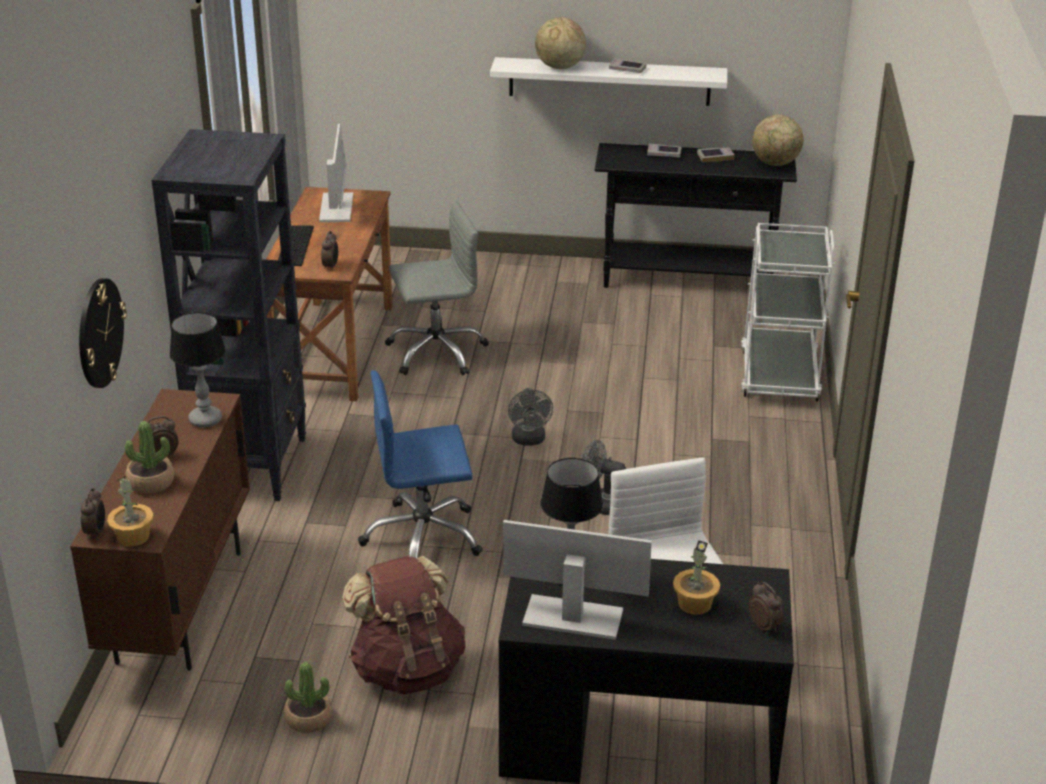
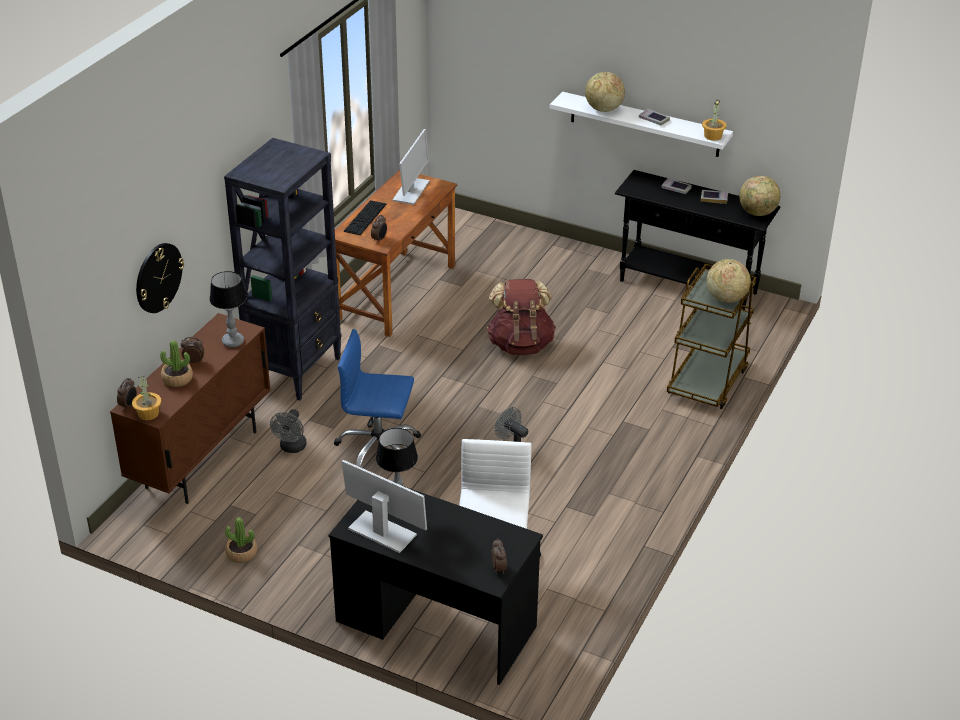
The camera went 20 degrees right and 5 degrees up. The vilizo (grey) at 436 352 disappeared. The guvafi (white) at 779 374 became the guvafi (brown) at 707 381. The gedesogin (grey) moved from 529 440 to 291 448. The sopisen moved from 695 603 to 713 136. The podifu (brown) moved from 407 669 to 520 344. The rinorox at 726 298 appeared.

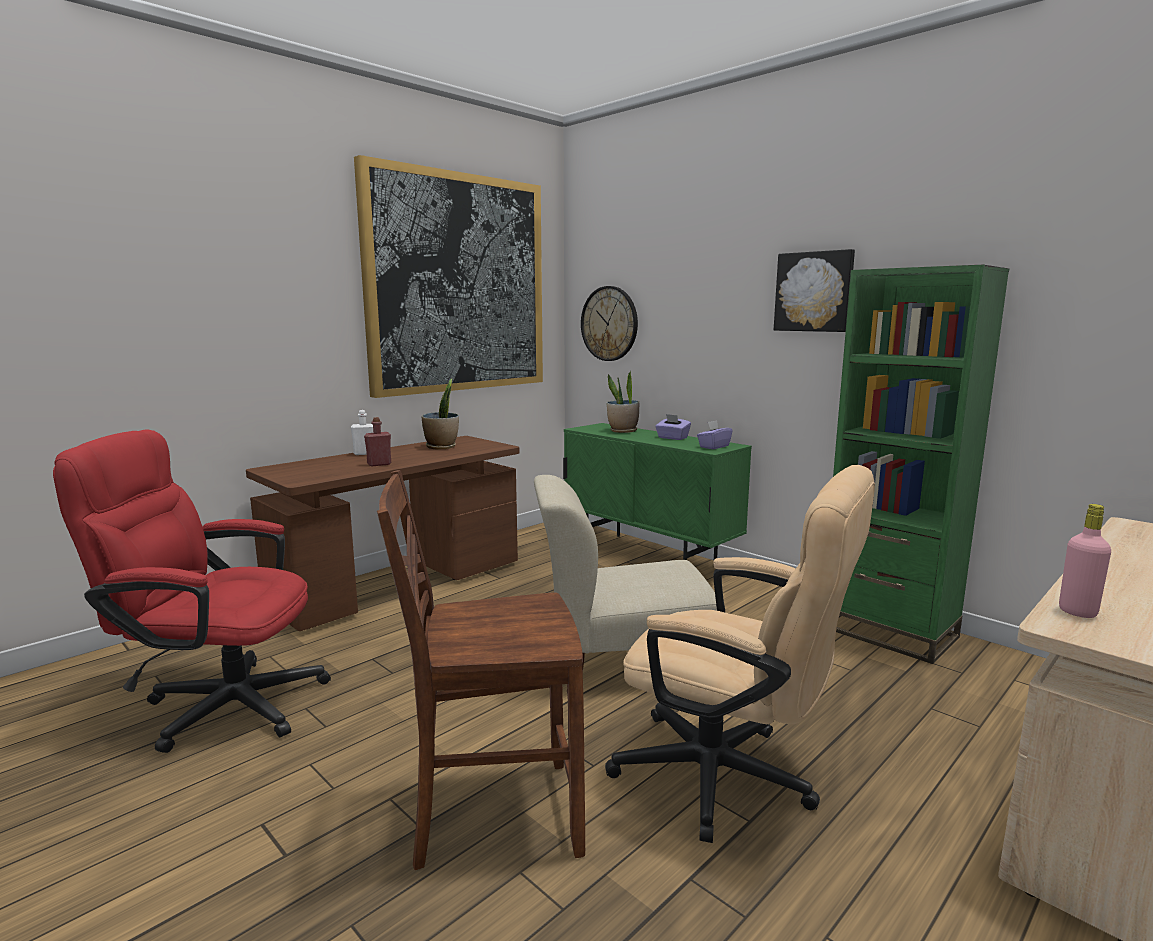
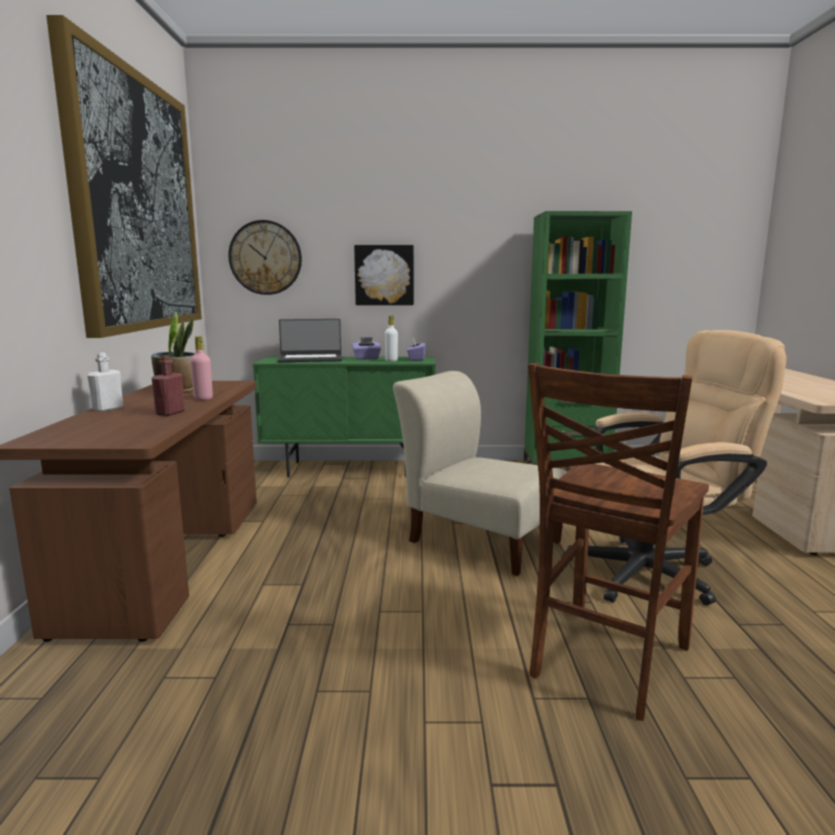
The camera went 45 degrees left and 0 degrees up. The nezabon moved from 814 292 to 384 275. The sopisen at 623 431 was replaced by the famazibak at 310 359. The vilizo (red) at 219 704 disappeared. The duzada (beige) at 621 662 turned 90 degrees clockwise. The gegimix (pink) moved from 1077 612 to 203 398. The gegimix (white) at 391 360 appeared.

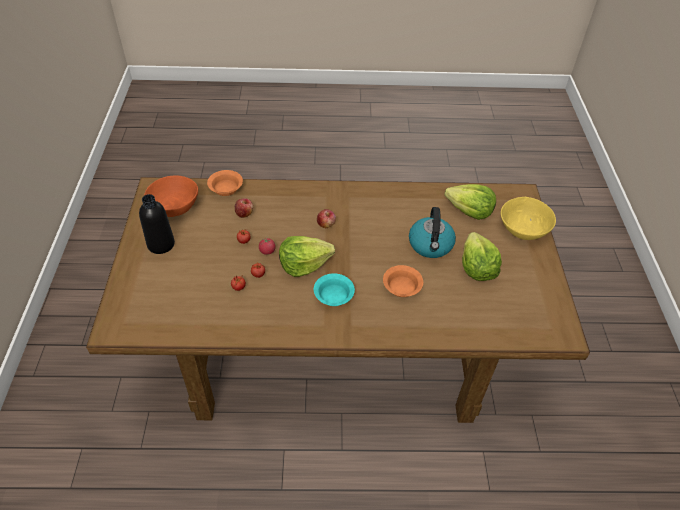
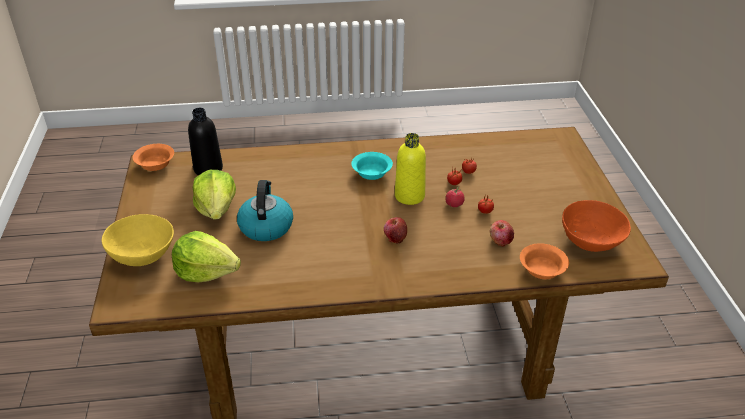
The camera went 175 degrees right and 10 degrees down. The gegimix (black) moved from 161 244 to 208 169. The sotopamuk at 304 264 was replaced by the gegimix (yellow) at 409 196. The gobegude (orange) moved from 402 287 to 155 165.

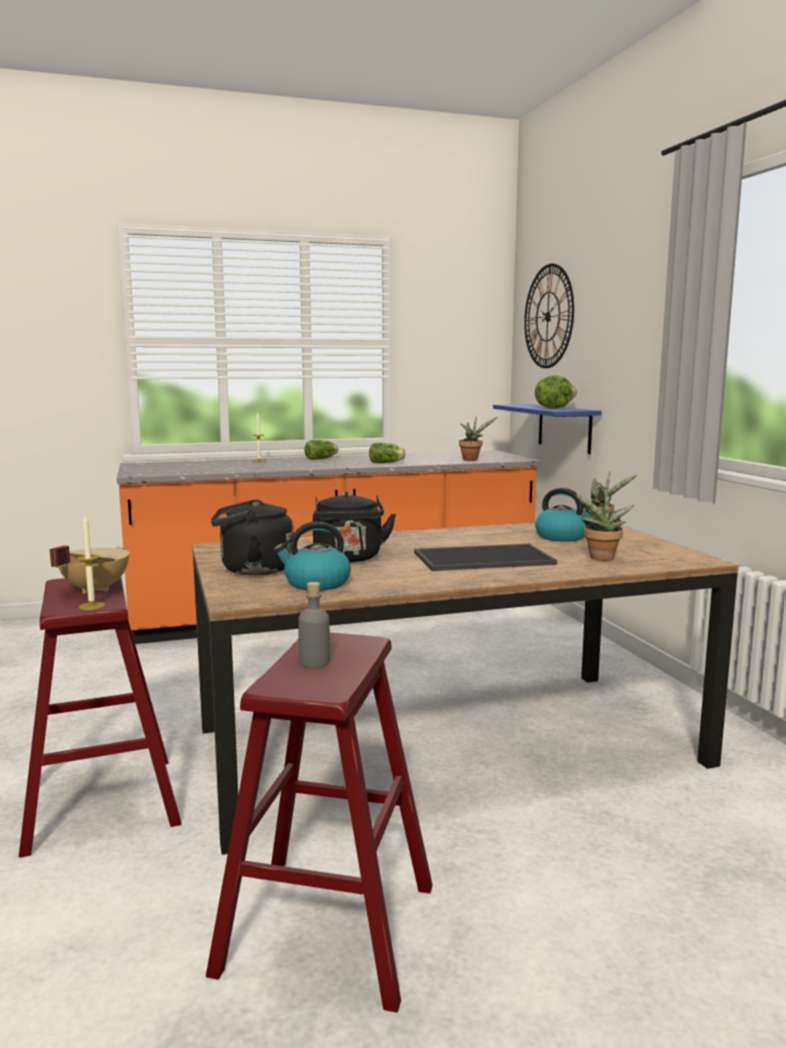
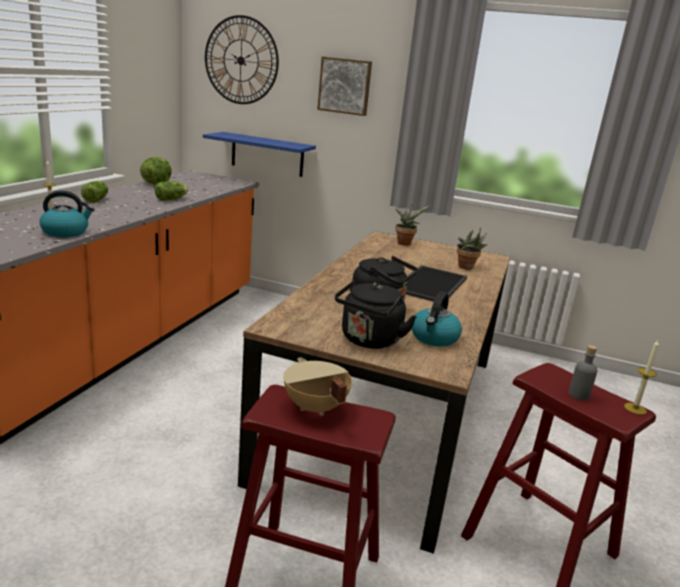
The camera went 55 degrees left and 10 degrees up. The sotopamuk moved from 553 408 to 156 184. The sopisen at 472 459 disappeared. The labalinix moved from 562 537 to 66 232. The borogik moved from 92 606 to 635 408. The nezabon at 345 86 appeared.

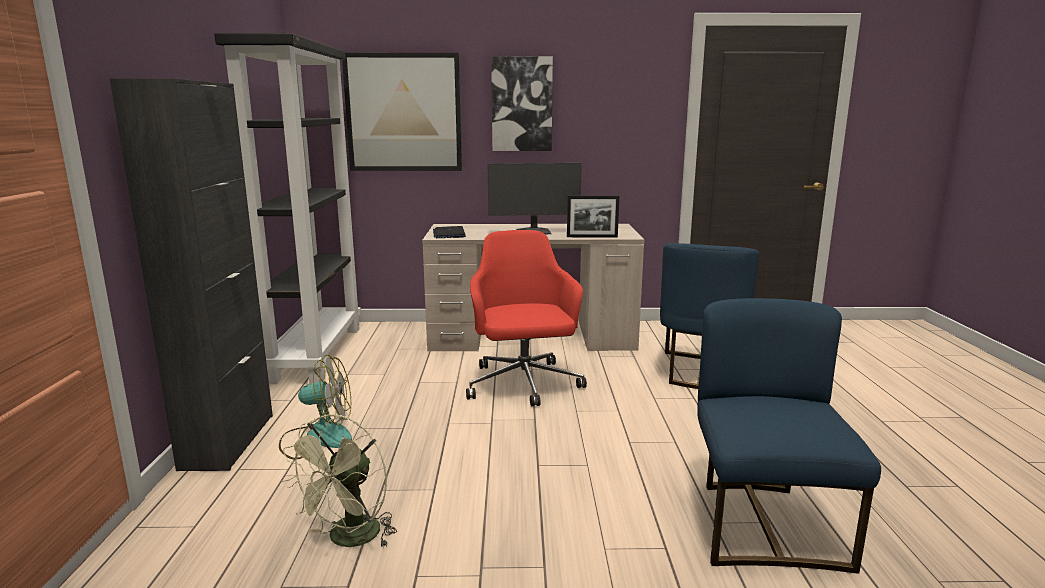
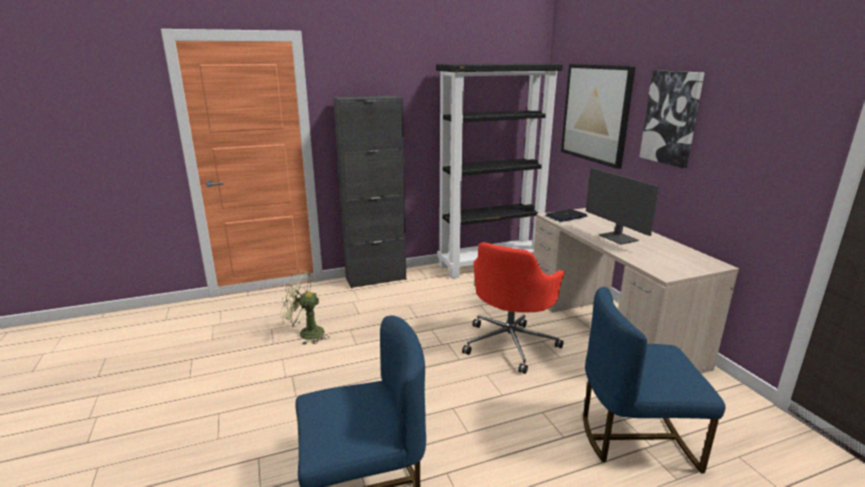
The camera went 70 degrees right and 5 degrees up. The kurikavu at 592 237 disappeared. The vilizo (red) at 523 384 turned 150 degrees clockwise. The gedesogin at 318 437 disappeared.

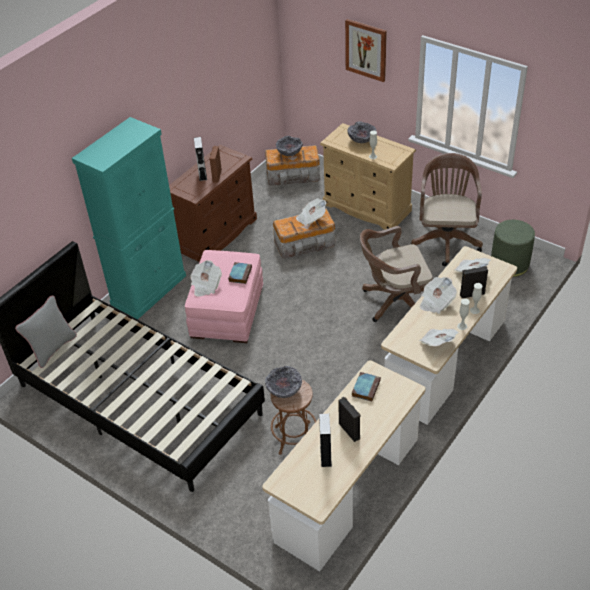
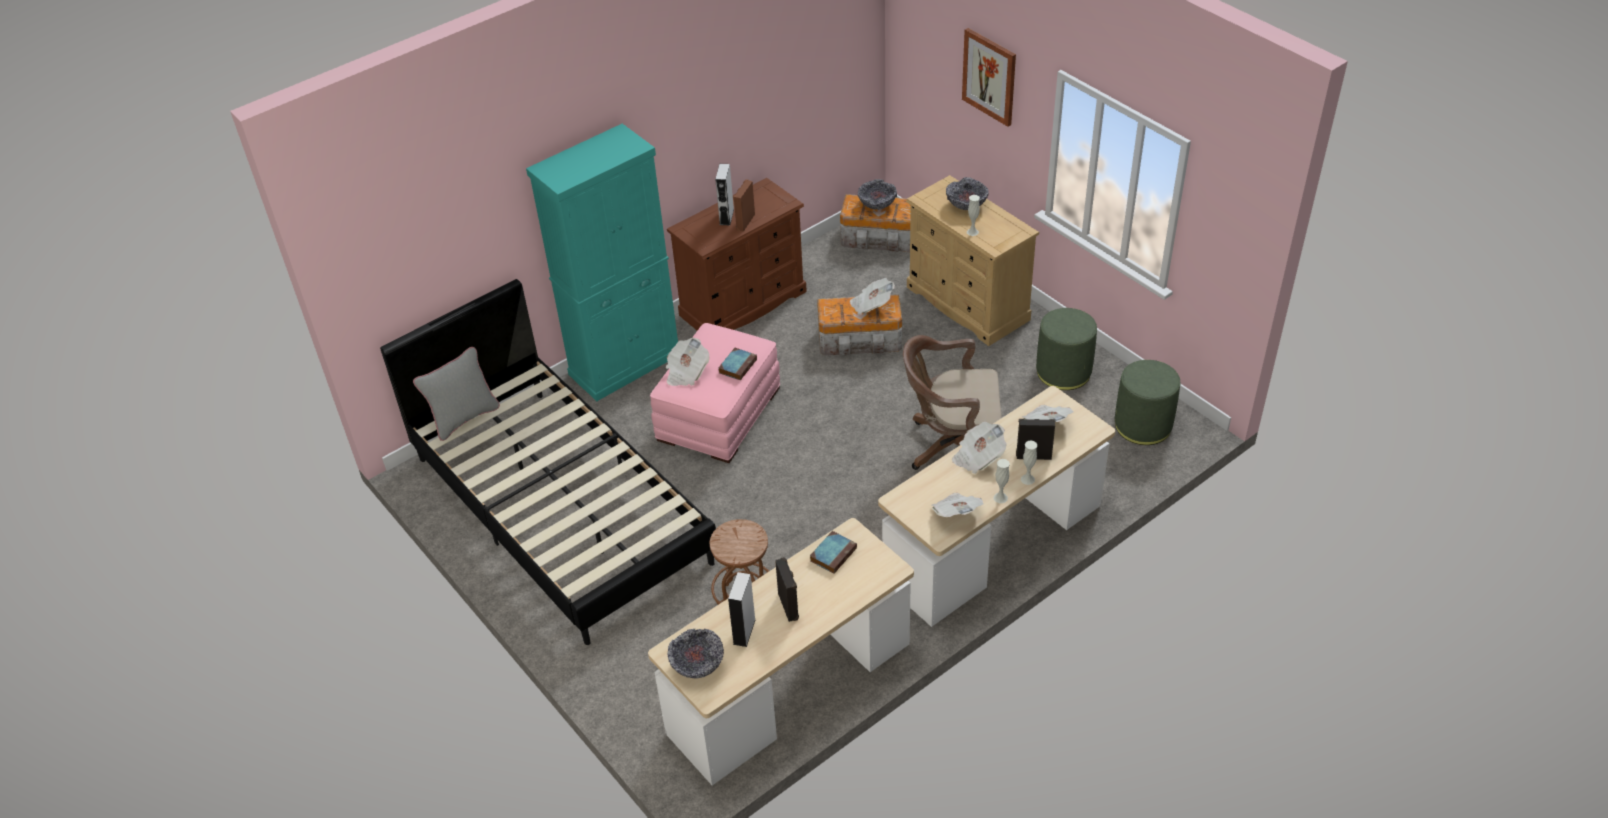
The camera went 15 degrees right and 0 degrees up. The vilizo (brown) at 446 239 was replaced by the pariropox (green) at 1063 371. The gobegude moved from 284 391 to 697 666.

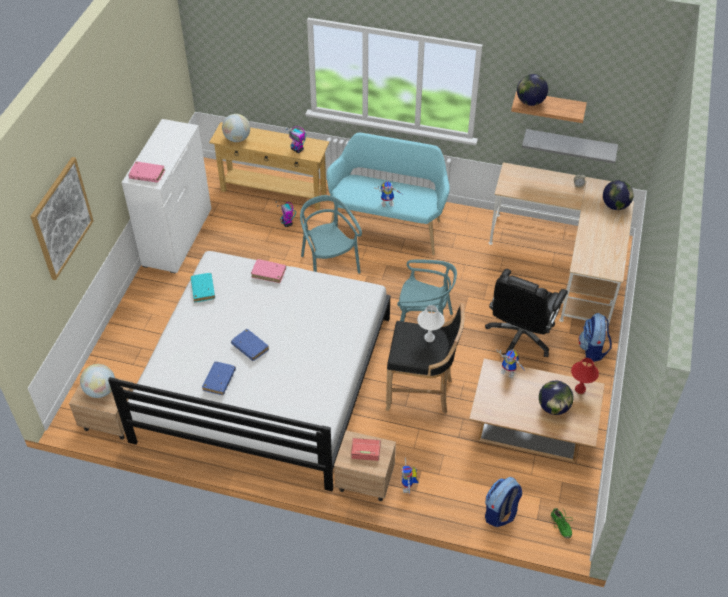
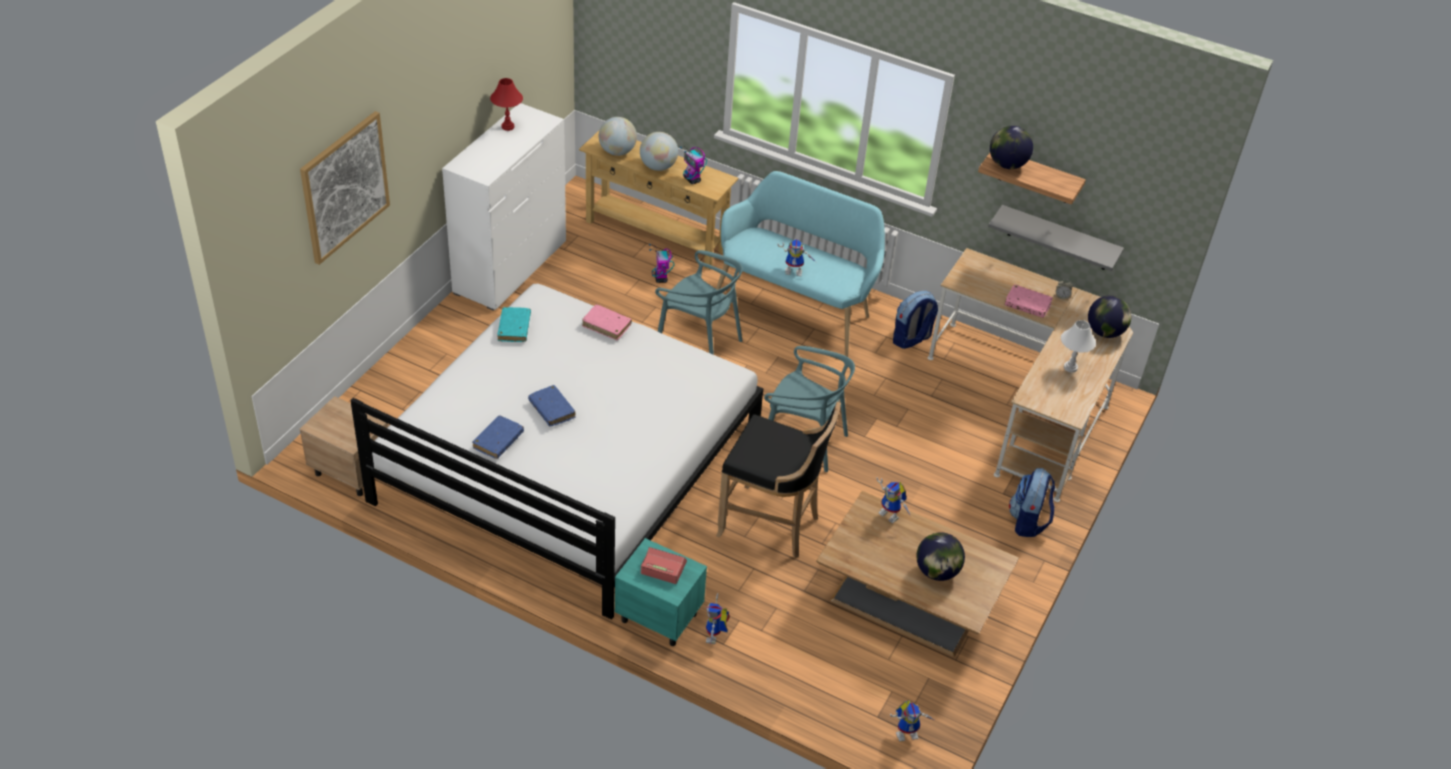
The camera went 10 degrees right and 5 degrees down. The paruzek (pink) moved from 147 175 to 1027 305. The duzada (turquoise) at 328 266 turned 135 degrees clockwise. The vilizo (black) at 520 336 disappeared. The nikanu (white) moved from 429 338 to 1070 367. The nikanu (red) moved from 580 389 to 507 127. The rinorox moved from 101 390 to 658 167. The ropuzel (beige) at 364 481 became the ropuzel (turquoise) at 658 616. The podifu moved from 500 513 to 911 339. The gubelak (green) at 560 526 was replaced by the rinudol at 907 732.

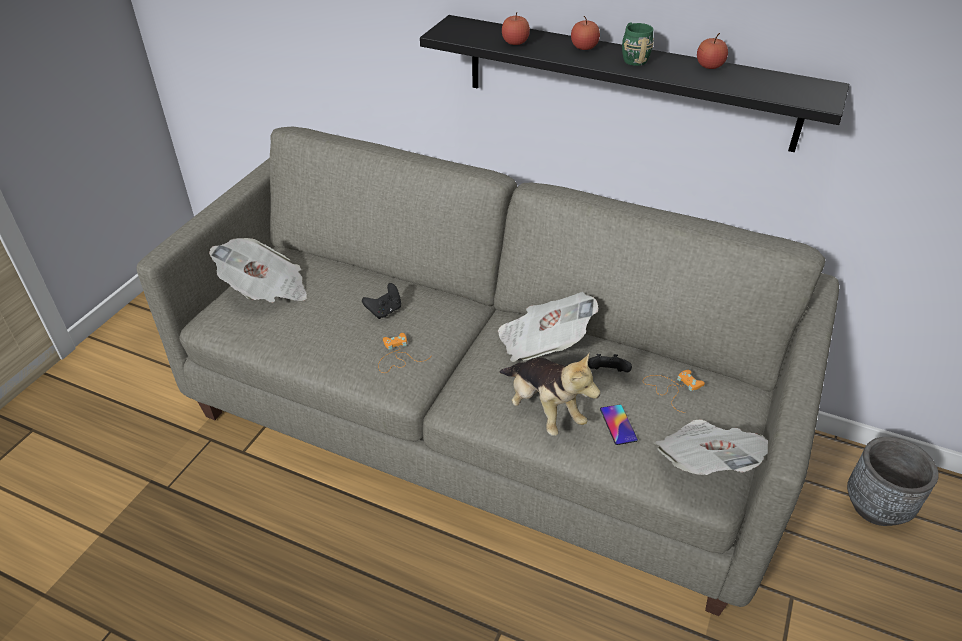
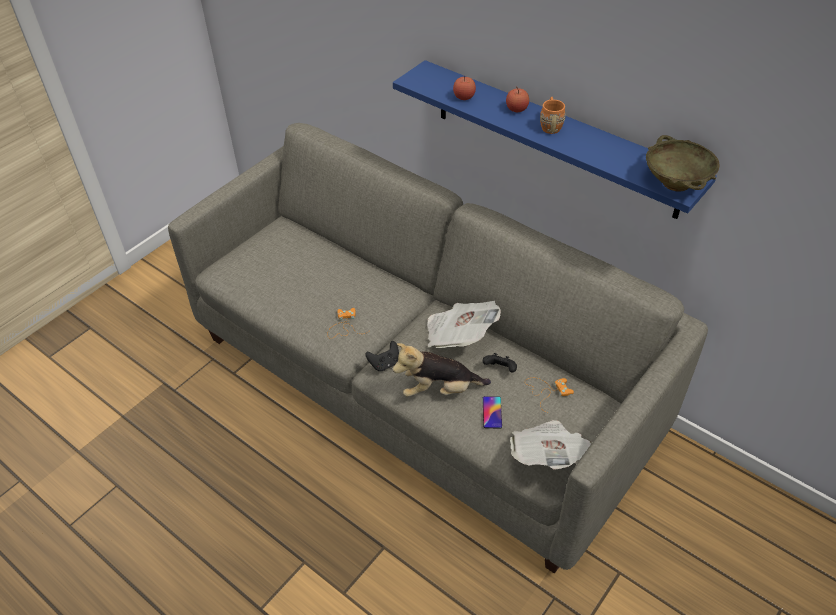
The camera went 15 degrees right and 5 degrees up. The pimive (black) at 628 82 became the pimive (blue) at 554 138. The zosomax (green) at 632 58 became the zosomax (orange) at 550 125. The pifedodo at 709 66 disappeared. The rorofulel at 266 290 disappeared. The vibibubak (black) moved from 384 311 to 384 364. The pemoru at 543 410 turned 105 degrees clockwise. The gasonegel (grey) at 875 506 disappeared. The gobegude (beige) at 676 183 appeared.

